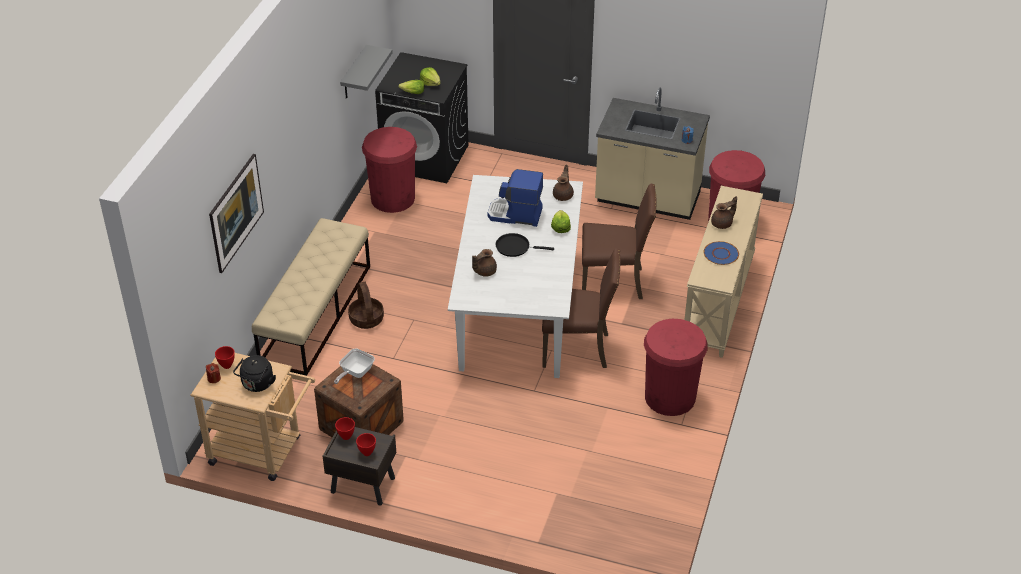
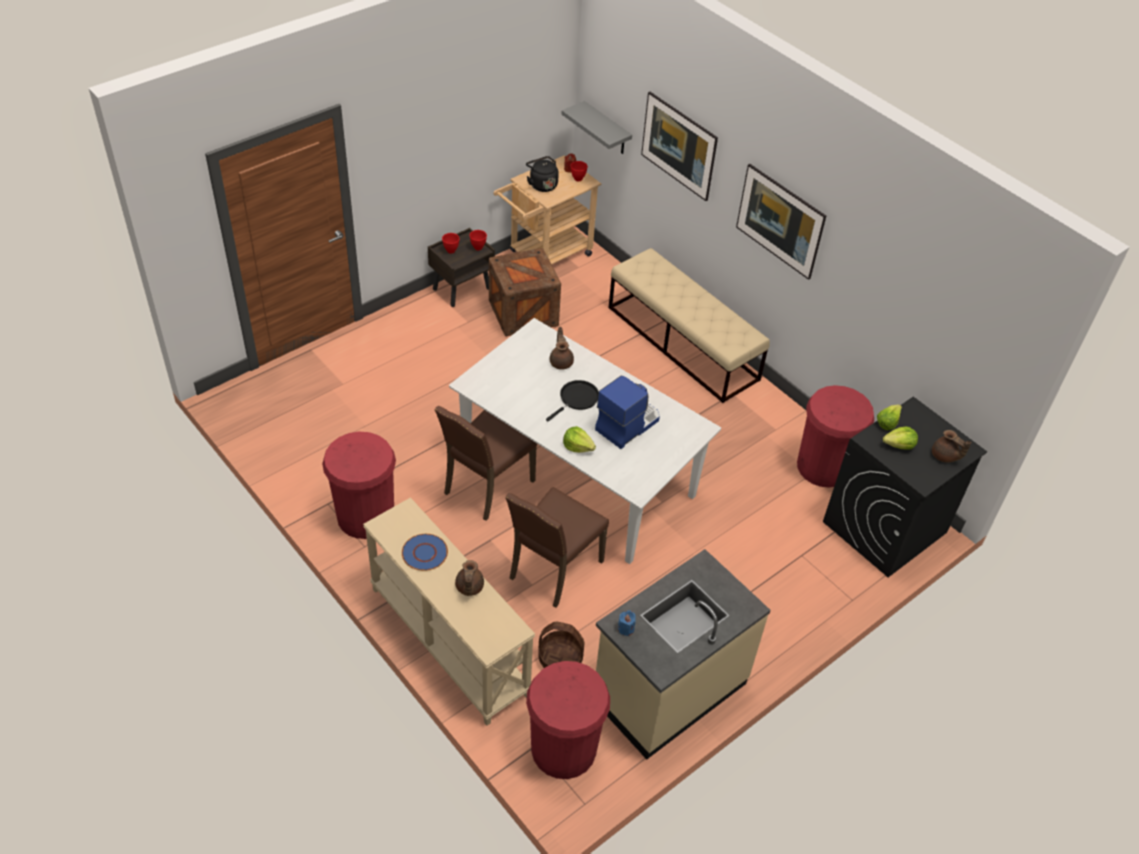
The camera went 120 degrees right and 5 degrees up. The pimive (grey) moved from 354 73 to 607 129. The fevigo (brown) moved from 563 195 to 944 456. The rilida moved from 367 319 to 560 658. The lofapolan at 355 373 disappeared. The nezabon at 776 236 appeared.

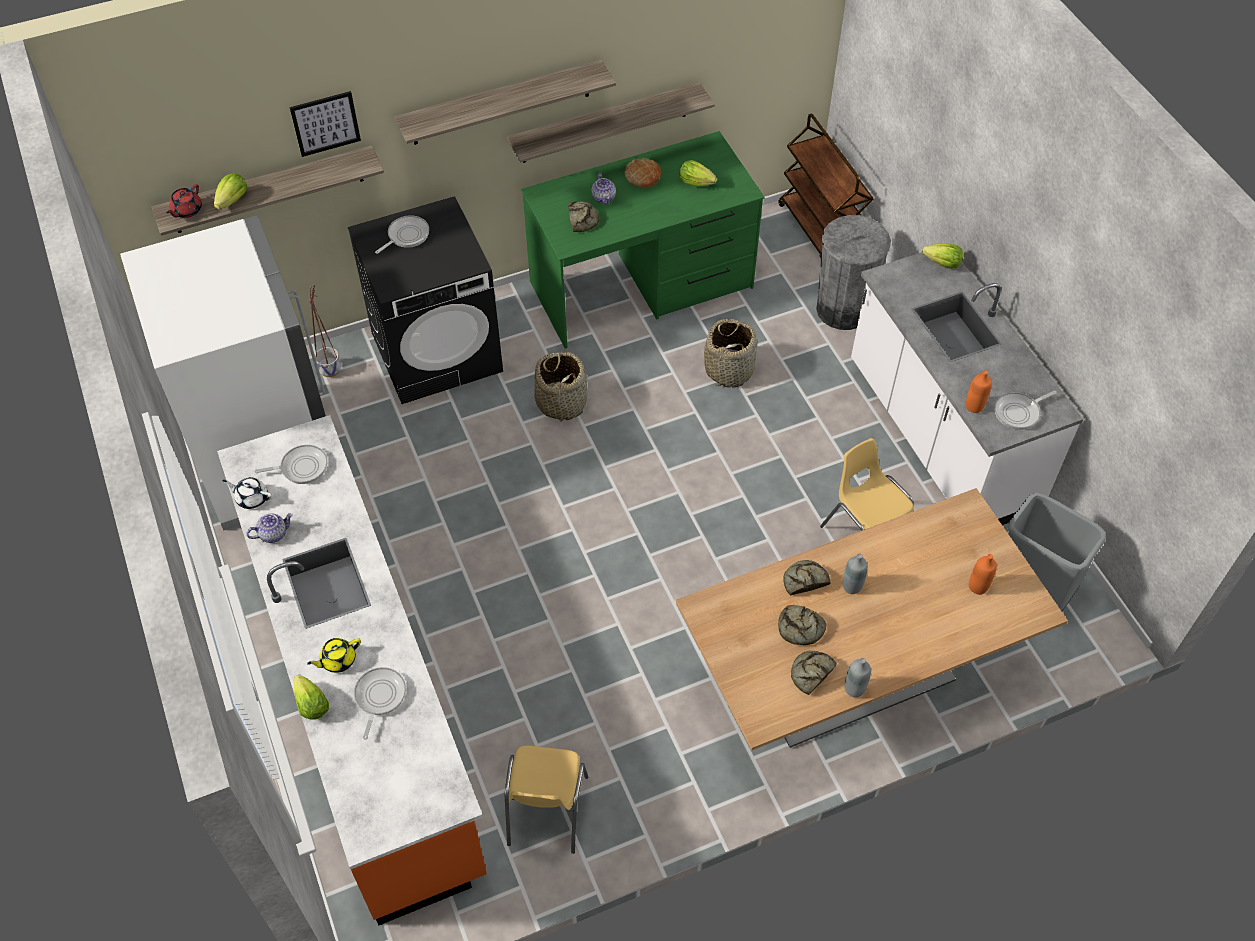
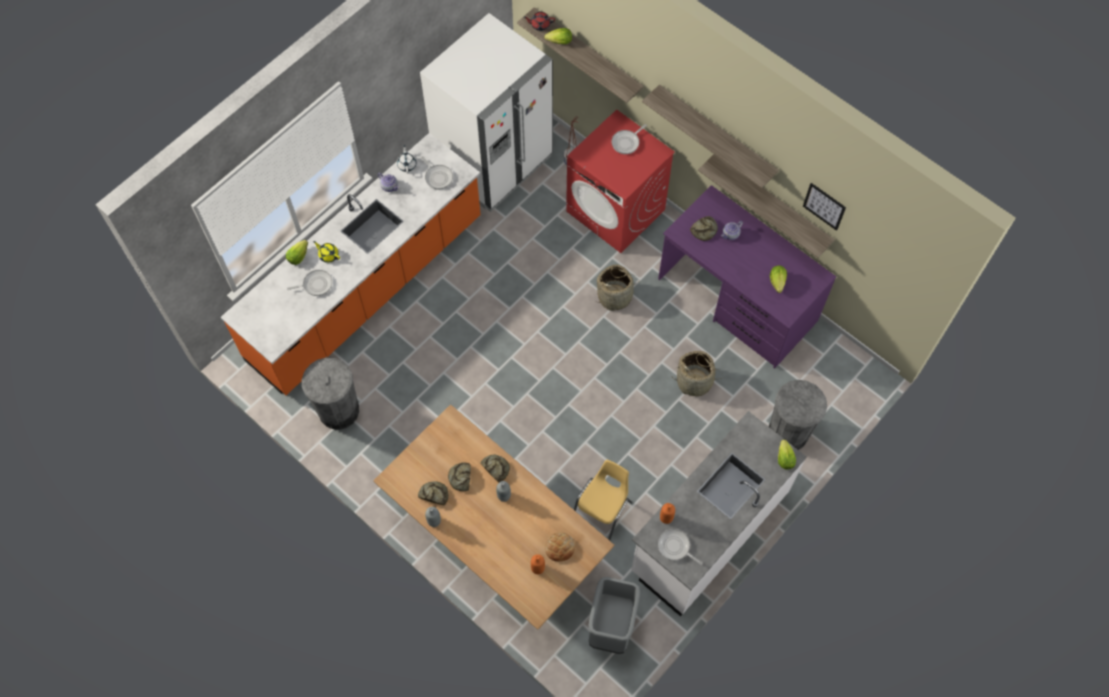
The camera went 65 degrees right and 10 degrees up. The nezabon moved from 325 123 to 824 206. The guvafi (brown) at 821 232 disappeared. The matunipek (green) at 642 285 became the matunipek (purple) at 737 300. The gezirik moved from 642 175 to 560 547. The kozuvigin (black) at 437 352 became the kozuvigin (red) at 616 210. The lofapolan at 406 236 turned 120 degrees clockwise. The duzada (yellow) at 546 811 was replaced by the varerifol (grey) at 338 410.

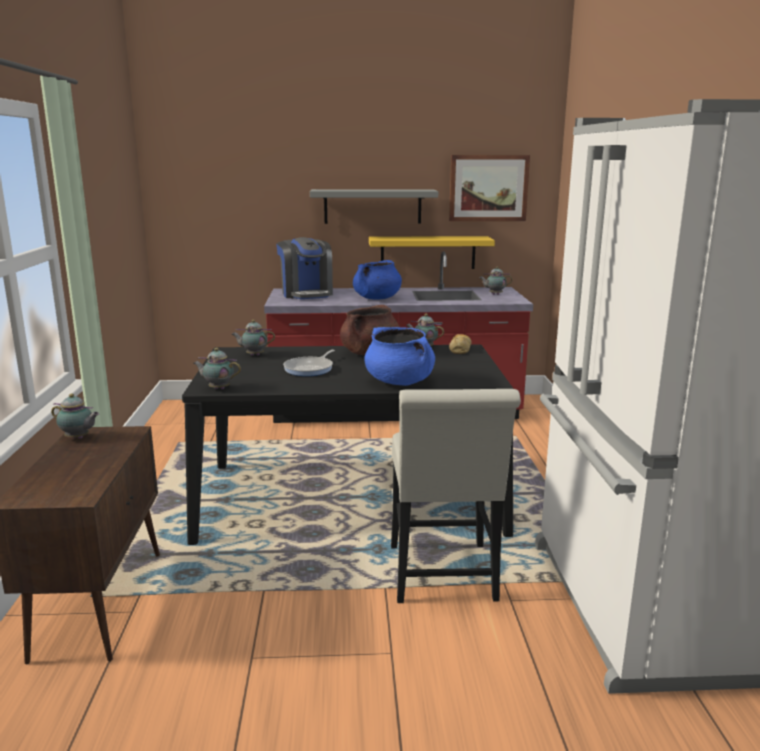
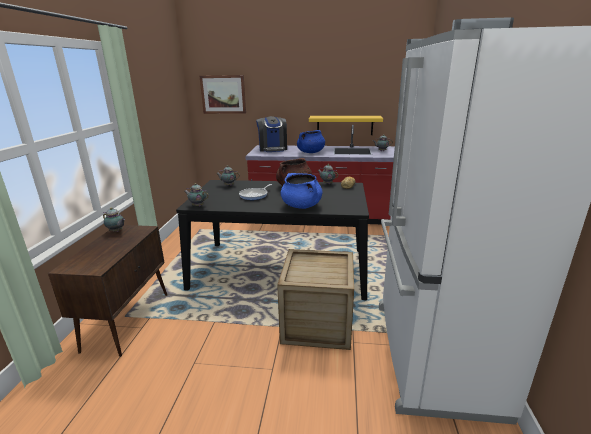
The camera went 10 degrees right and 5 degrees up. The nezabon moved from 488 188 to 223 94. The pimive (grey) at 372 206 disappeared. The duzada (white) at 443 578 was replaced by the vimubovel at 317 323.

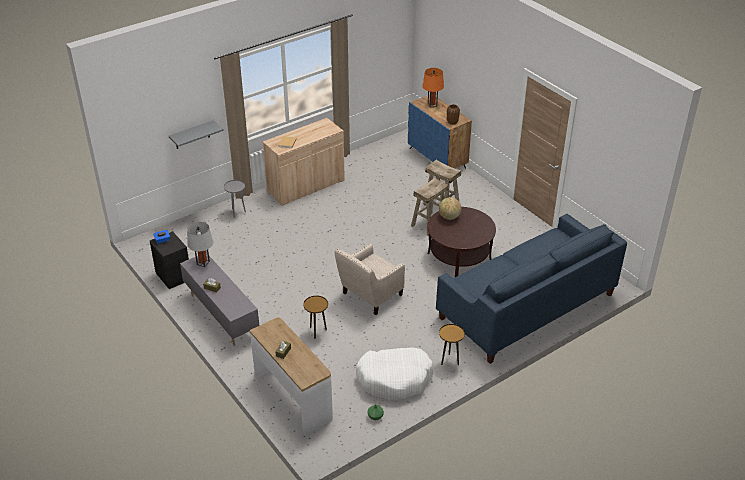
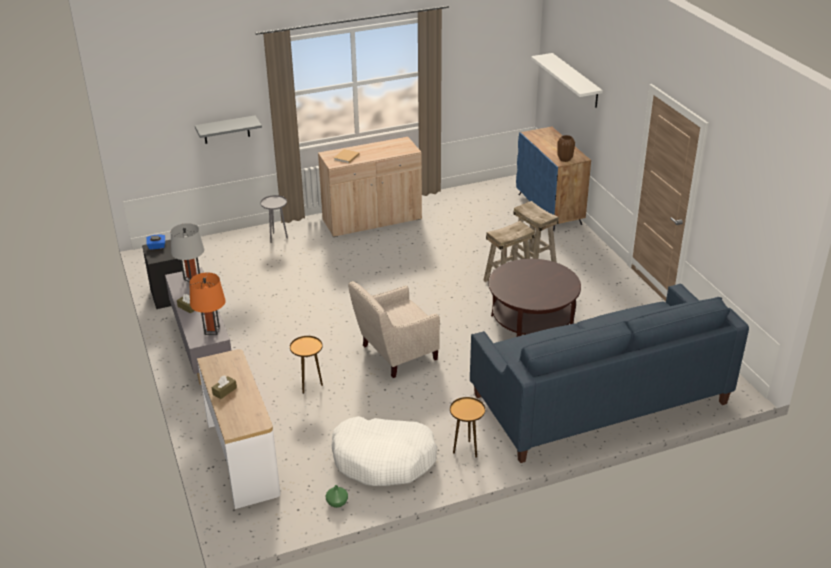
The camera went 15 degrees right and 5 degrees down. The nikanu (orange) moved from 432 105 to 212 330. The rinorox at 449 217 disappeared. The pimive (white) at 575 80 appeared.

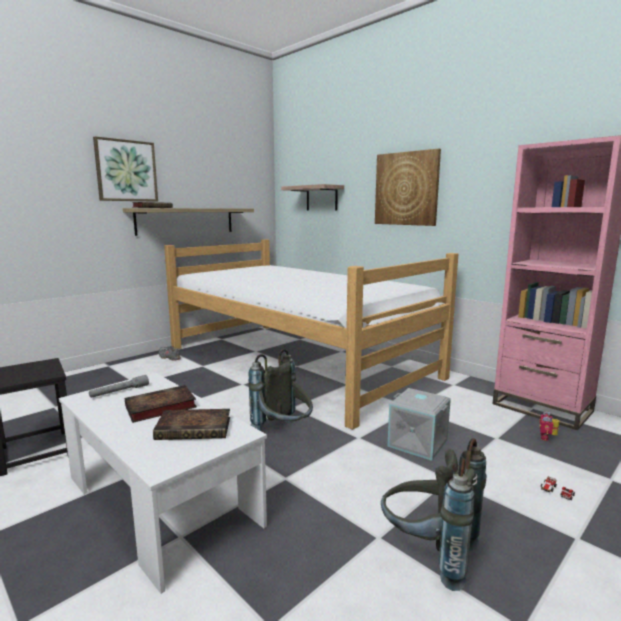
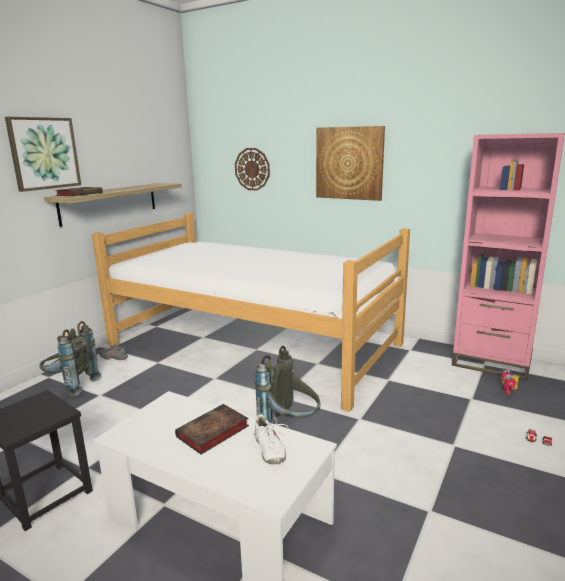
The camera went 15 degrees left and 5 degrees up. The pimive at 321 198 was replaced by the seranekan at 252 169. The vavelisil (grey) at 119 392 disappeared. The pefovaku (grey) at 418 443 disappeared. The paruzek at 196 428 was replaced by the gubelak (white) at 268 449. The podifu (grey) moved from 428 554 to 70 385.

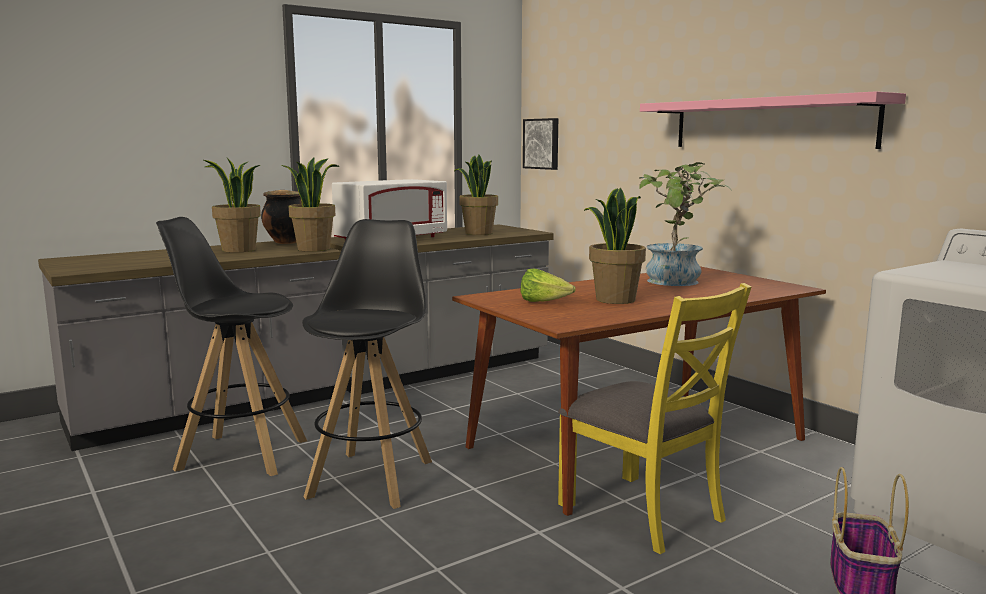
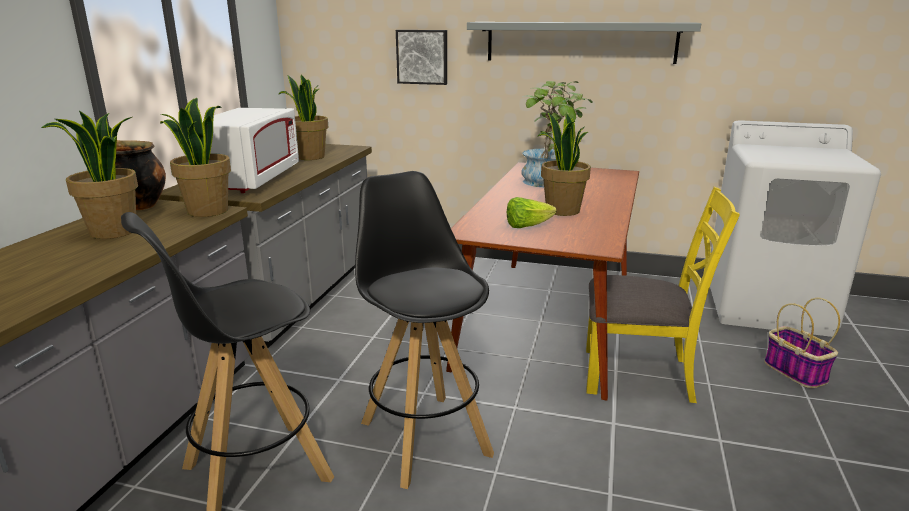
The camera went 40 degrees left and 10 degrees up. The pimive (pink) at 769 123 became the pimive (grey) at 580 42. The nezabon moved from 542 144 to 422 57.

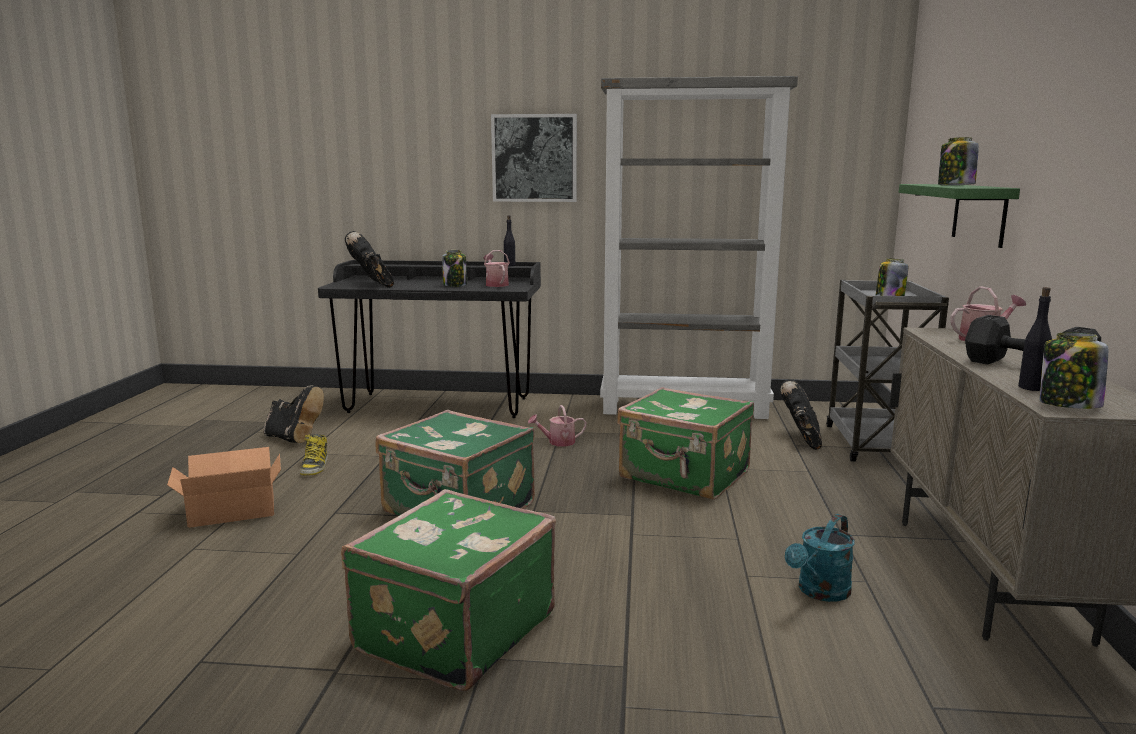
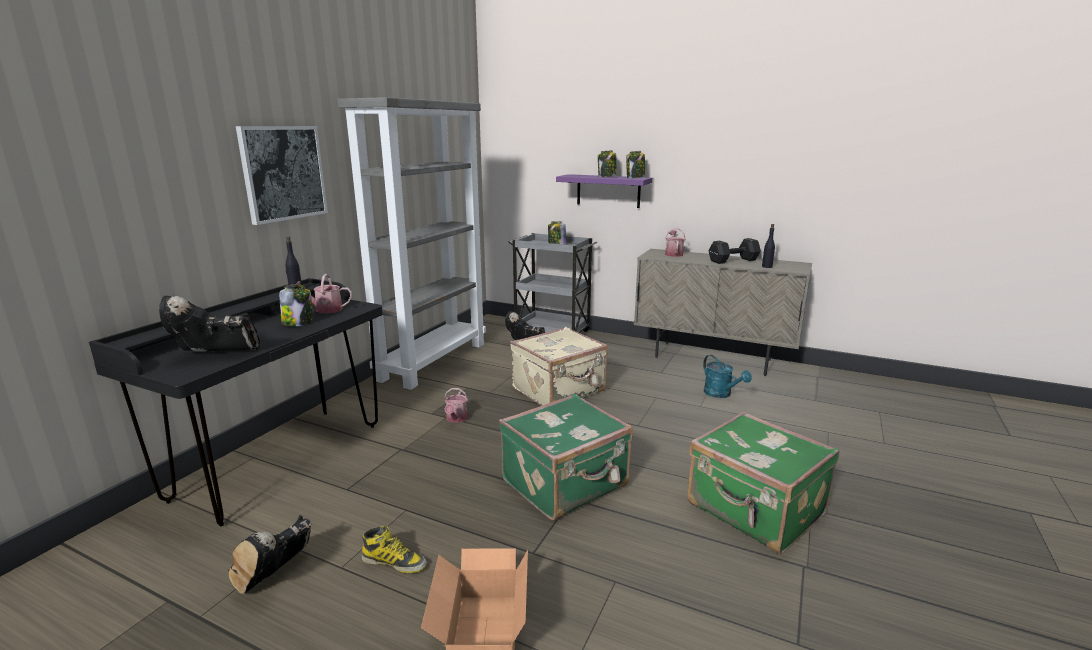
The camera went 70 degrees left and 5 degrees up. The pimive (green) at 979 214 became the pimive (purple) at 608 191. The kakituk moved from 1068 405 to 635 177. The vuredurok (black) at 294 439 turned 150 degrees clockwise. The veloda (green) at 684 476 became the veloda (beige) at 559 390.

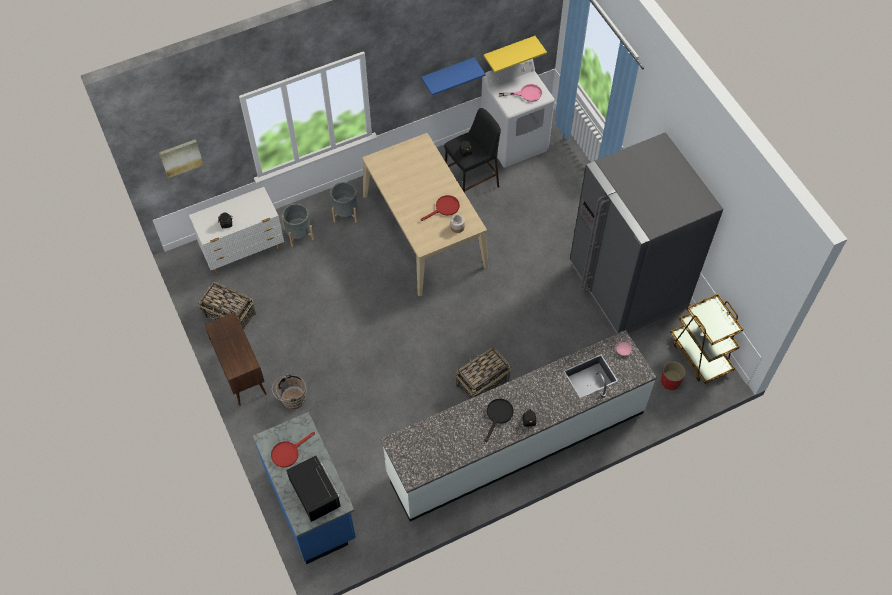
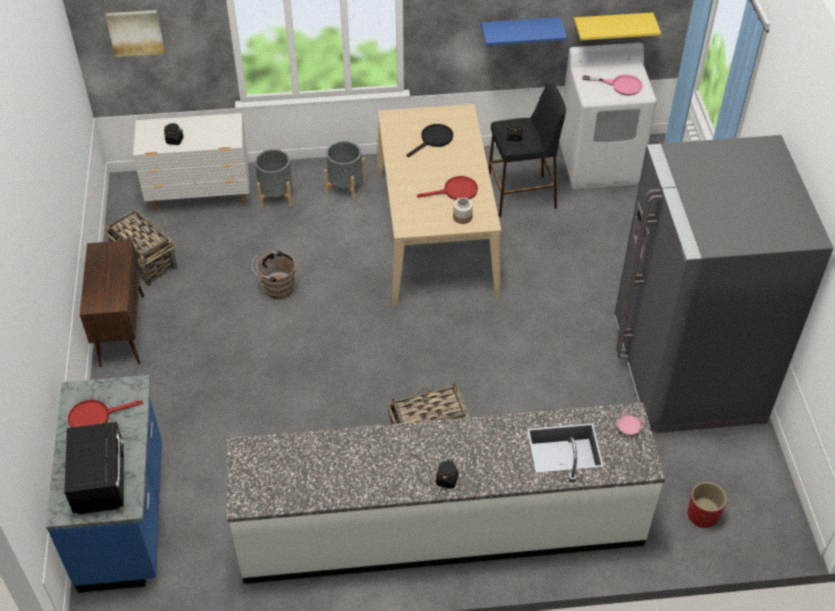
The camera went 20 degrees right and 10 degrees down. The guvafi (brown) at 700 355 disappeared. The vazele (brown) moved from 291 399 to 276 288. The lofapolan (black) moved from 498 415 to 433 140.

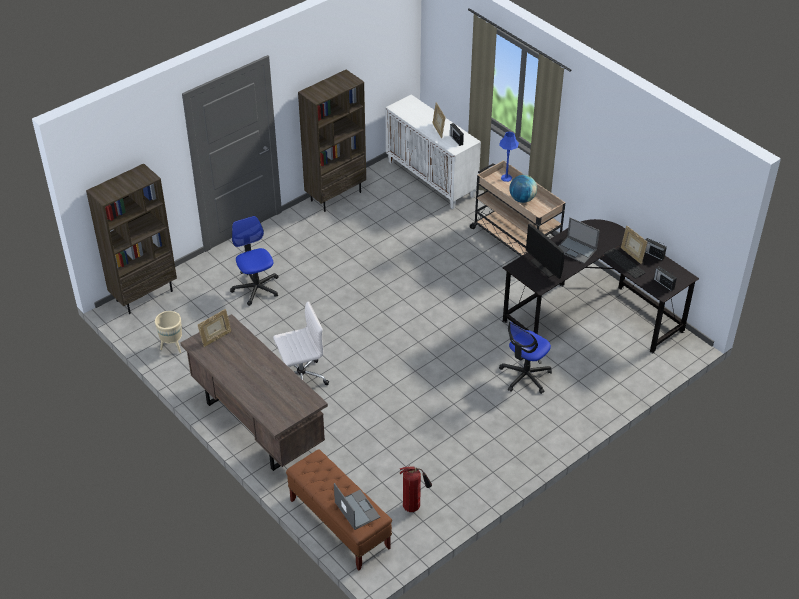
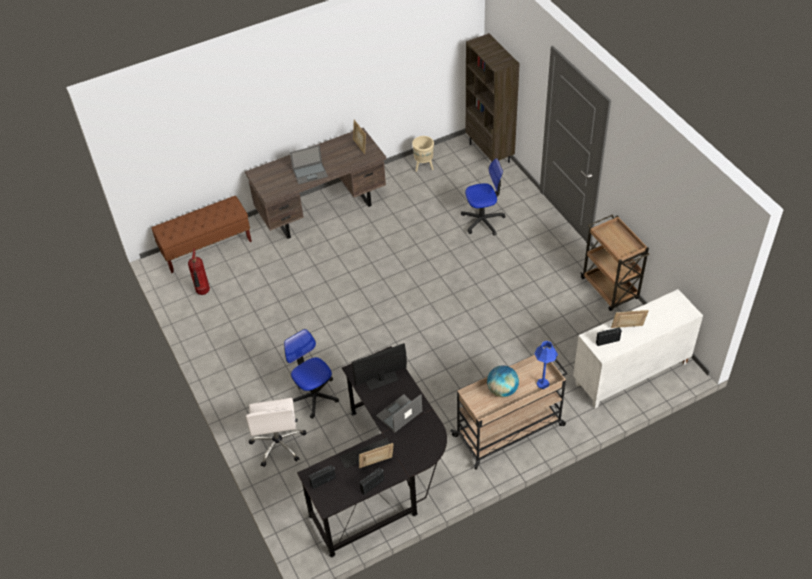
The camera went 105 degrees right and 5 degrees up. The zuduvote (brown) at 336 196 was replaced by the guvafi (brown) at 610 289. The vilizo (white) moved from 300 378 to 278 444. The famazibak moved from 356 509 to 310 173.

